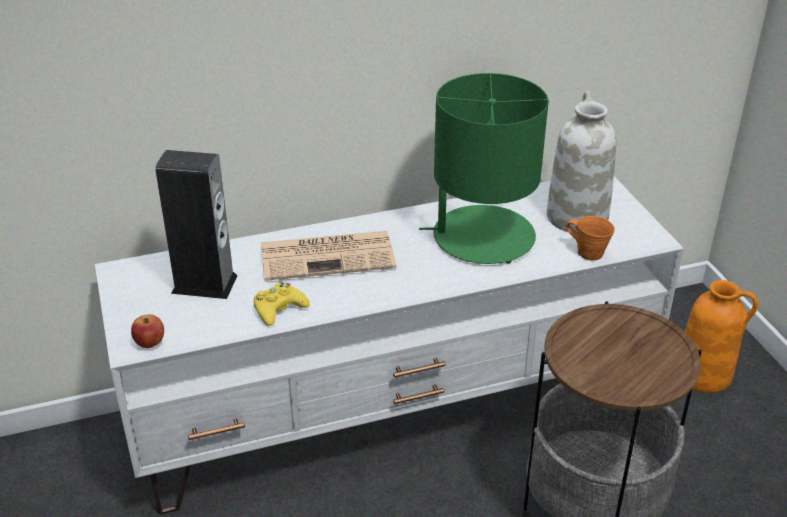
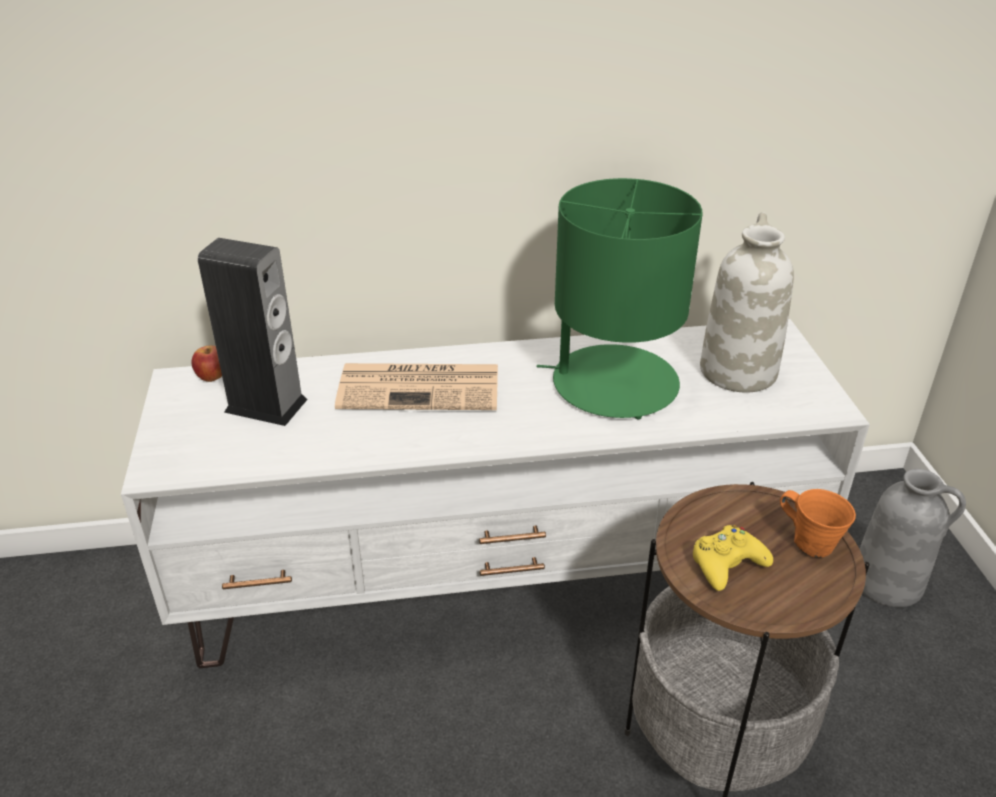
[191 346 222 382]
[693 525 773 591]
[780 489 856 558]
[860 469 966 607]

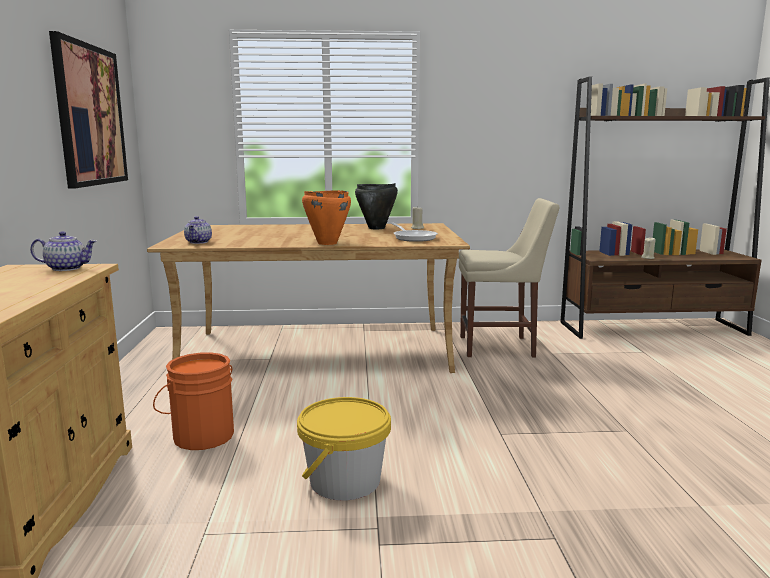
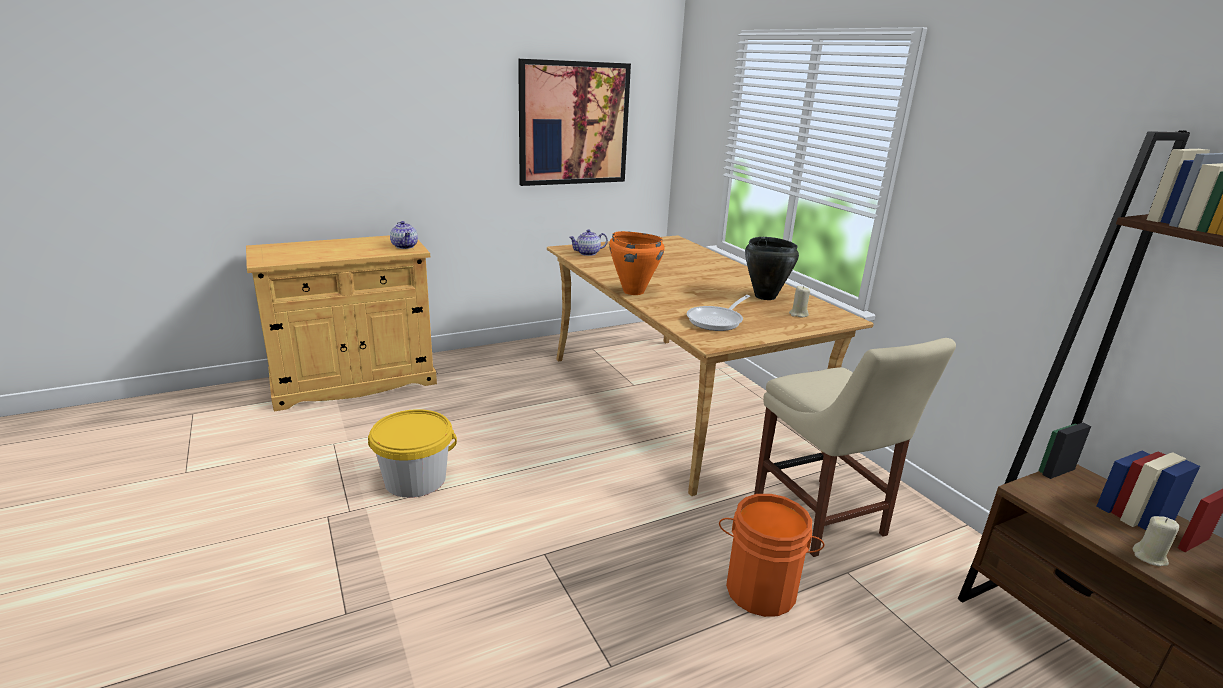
[719 494 825 617]

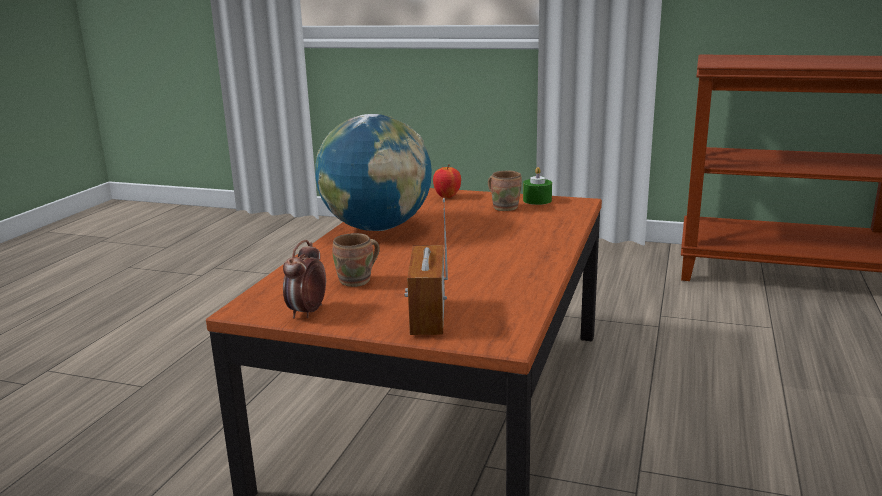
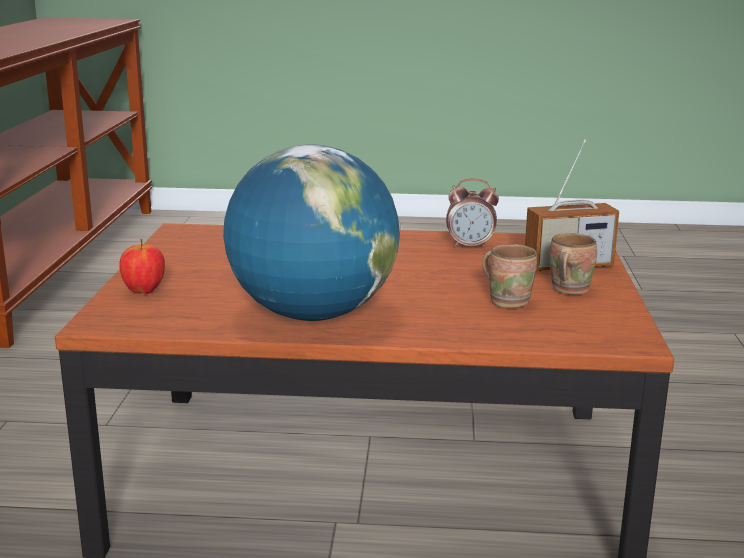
[523 167 552 205] (first image)
[446 179 499 249]
[549 234 597 295]

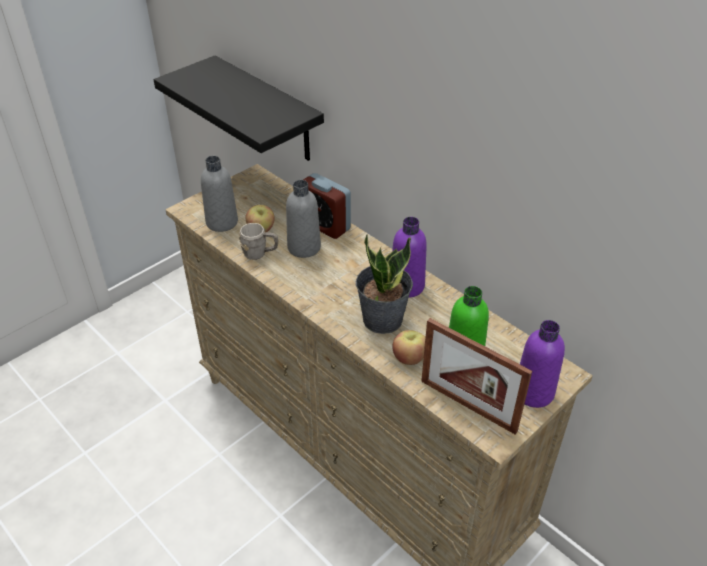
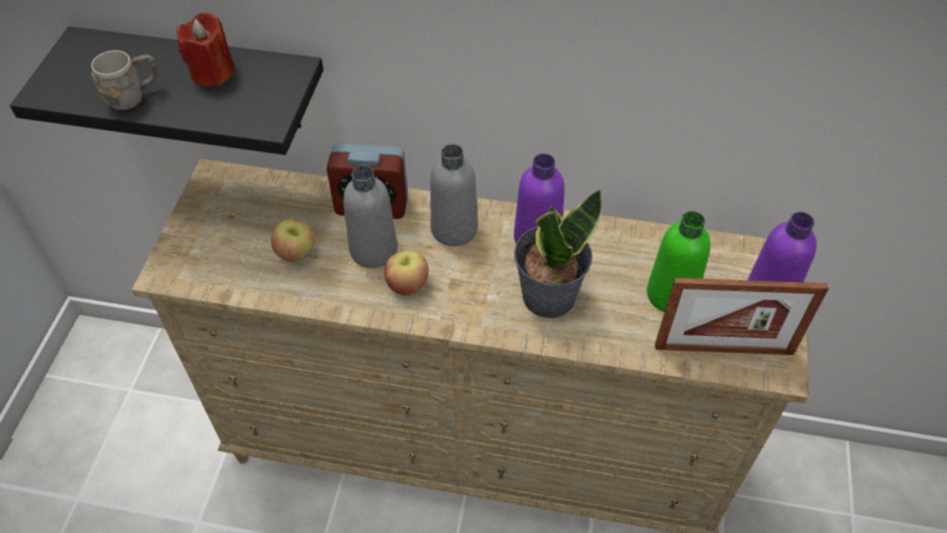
[177 13 234 87]
[430 144 478 246]
[91 50 159 110]
[384 251 429 295]

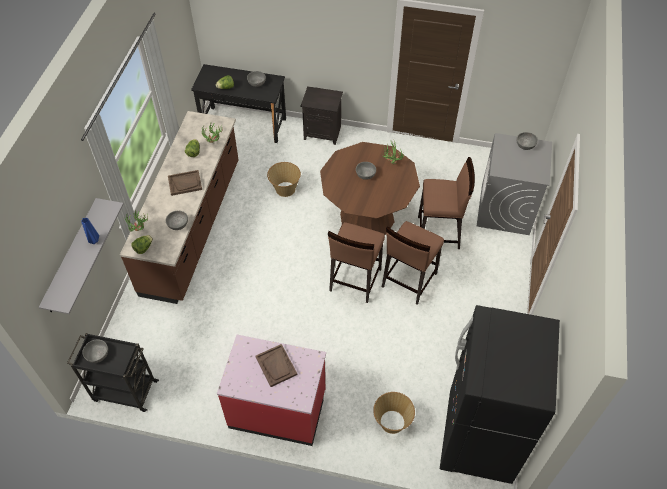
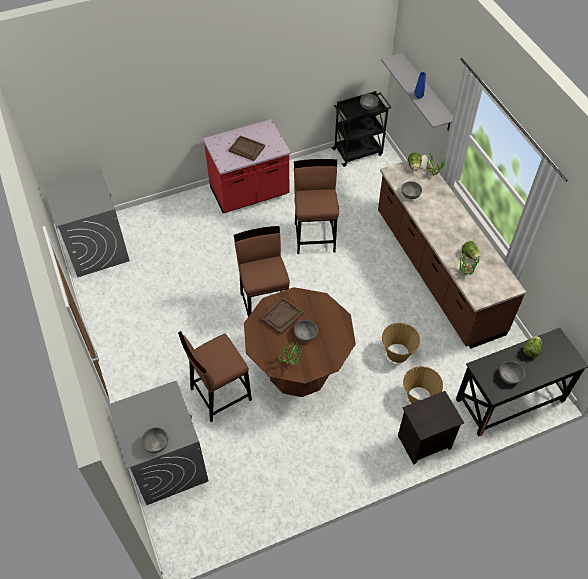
[261 297 303 335]
[403 366 443 404]
[294 159 339 254]
[43 169 130 277]

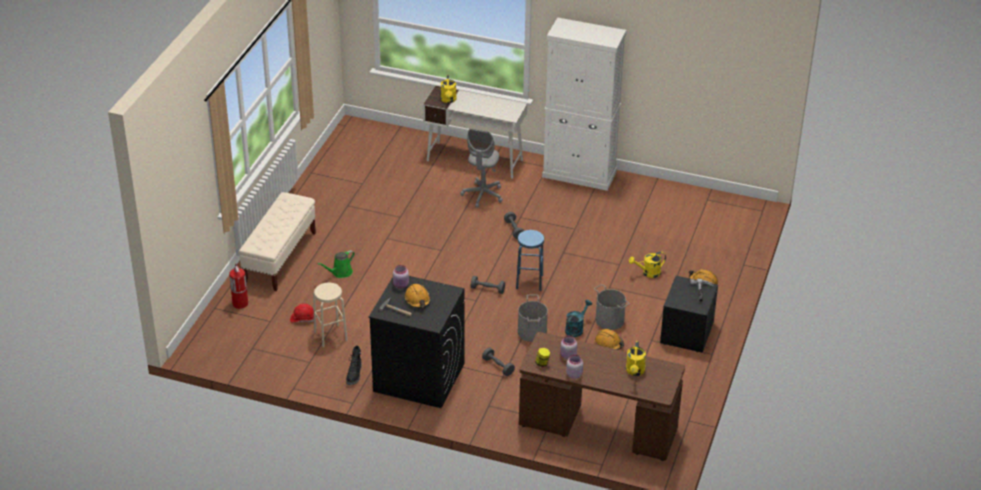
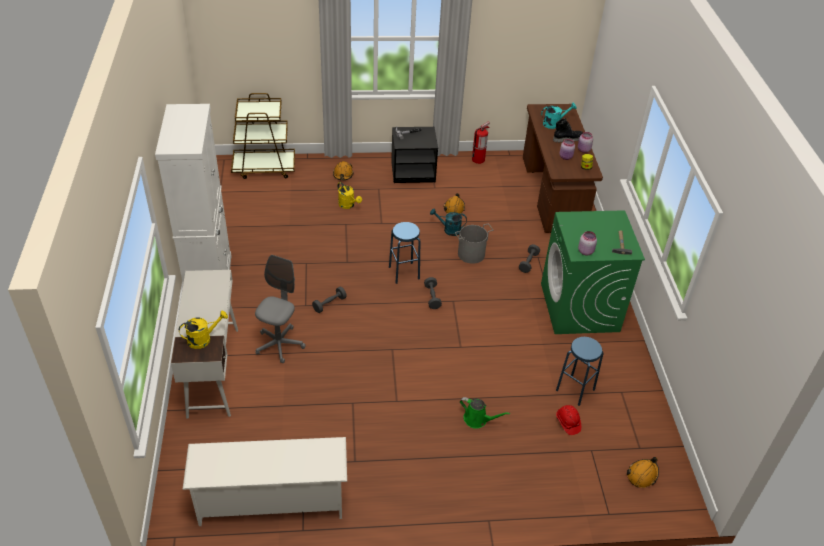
[239 192 316 291] (first image)
[594 284 630 330] (first image)
[182 437 347 526]
[231 93 295 179]
[472 122 490 164]
[553 118 583 143]
[627 457 659 488]
[556 337 604 406]
[541 210 645 334]
[541 103 577 129]
[255 255 306 364]

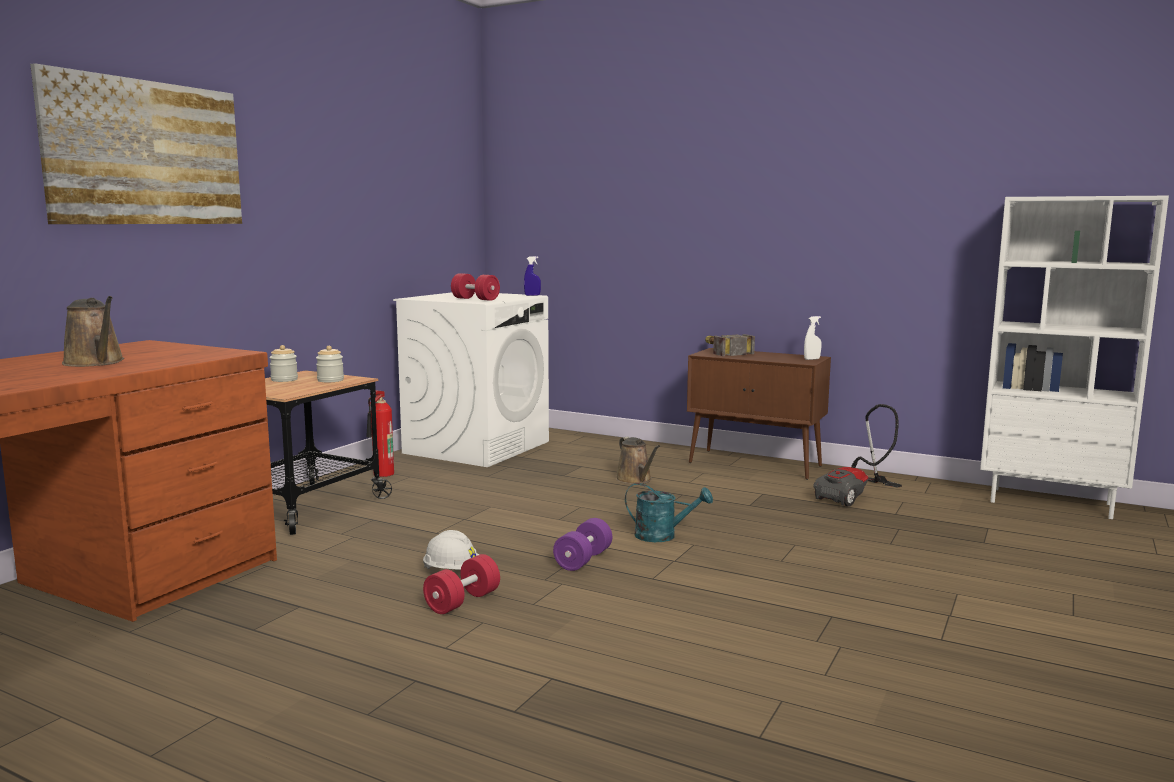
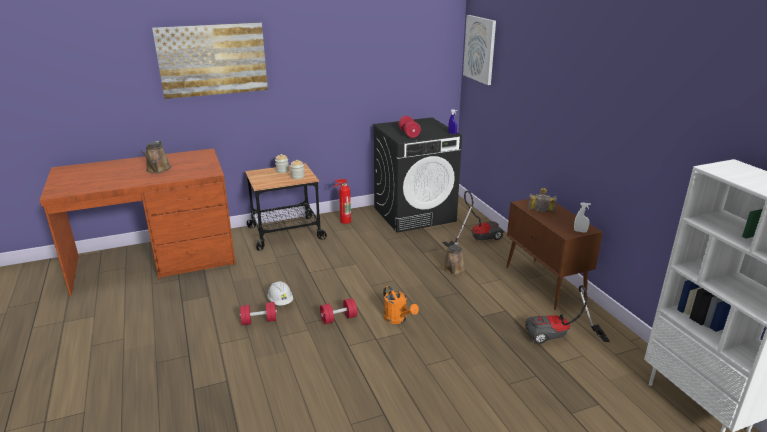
[443 190 504 247]
[463 15 496 85]
[373 117 462 233]
[320 298 357 324]
[383 286 419 324]

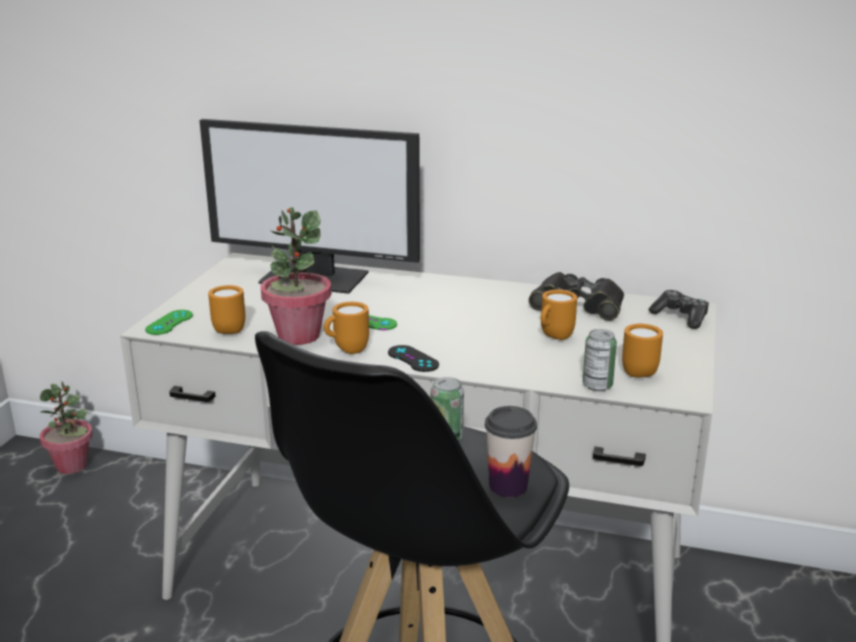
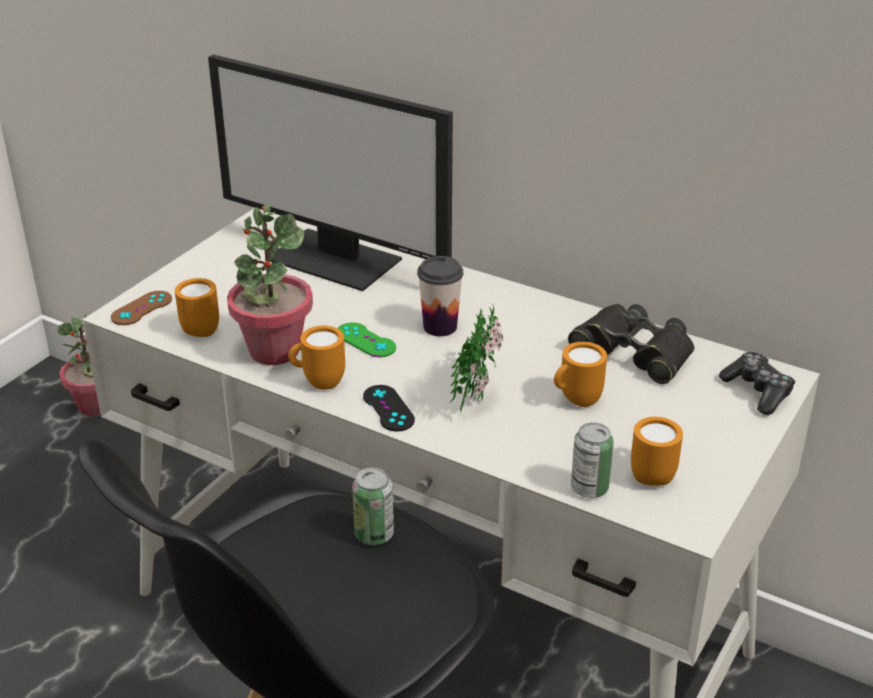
[450 304 503 414]
[417 256 463 336]
[111 291 172 325]

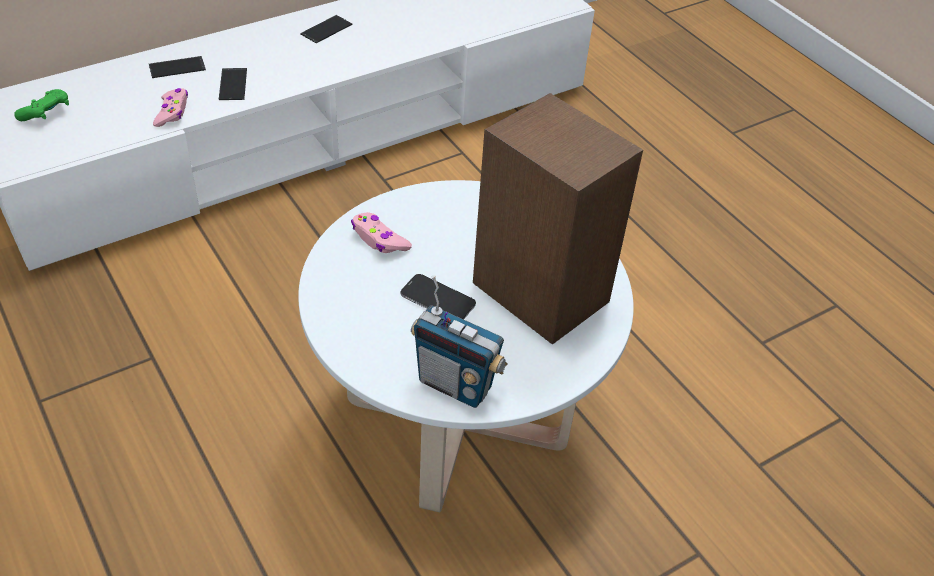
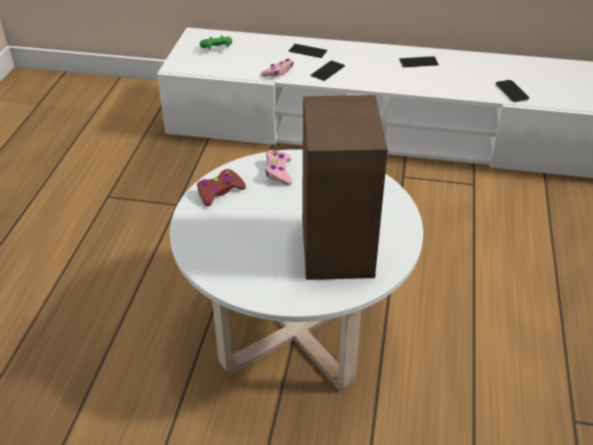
[411 275 508 408] (first image)
[197 169 246 206]
[495 80 529 102]

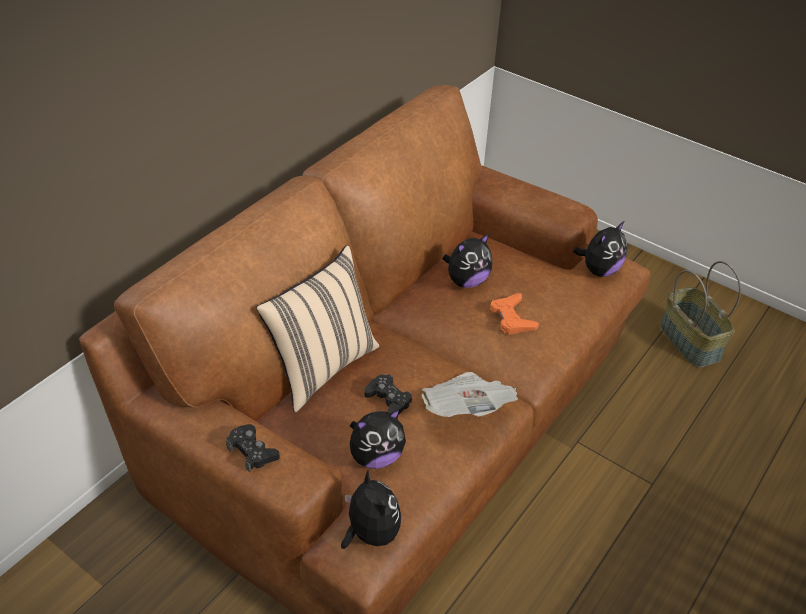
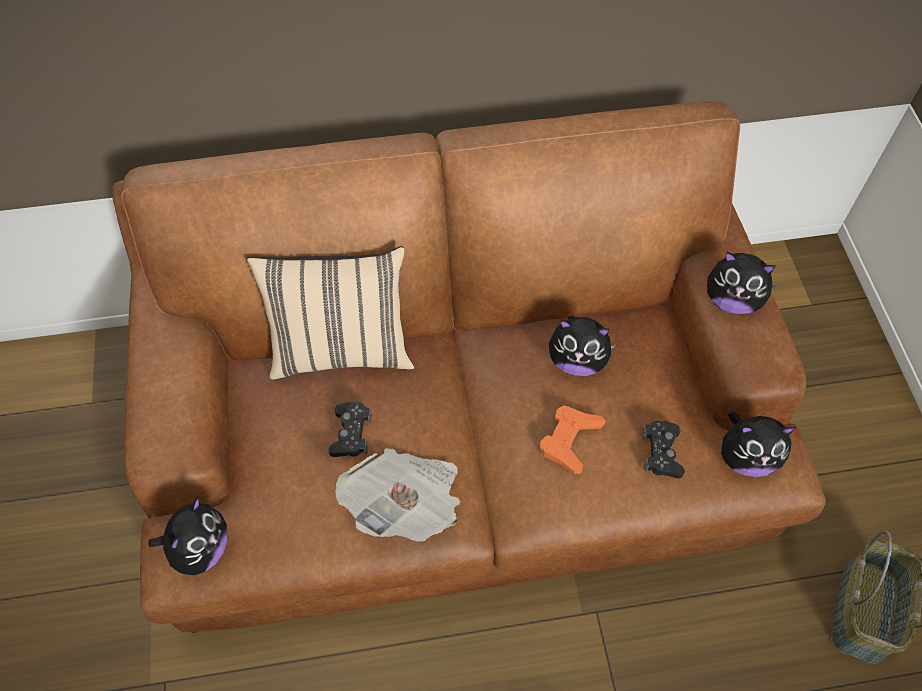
[642 420 685 478]
[707 252 778 315]

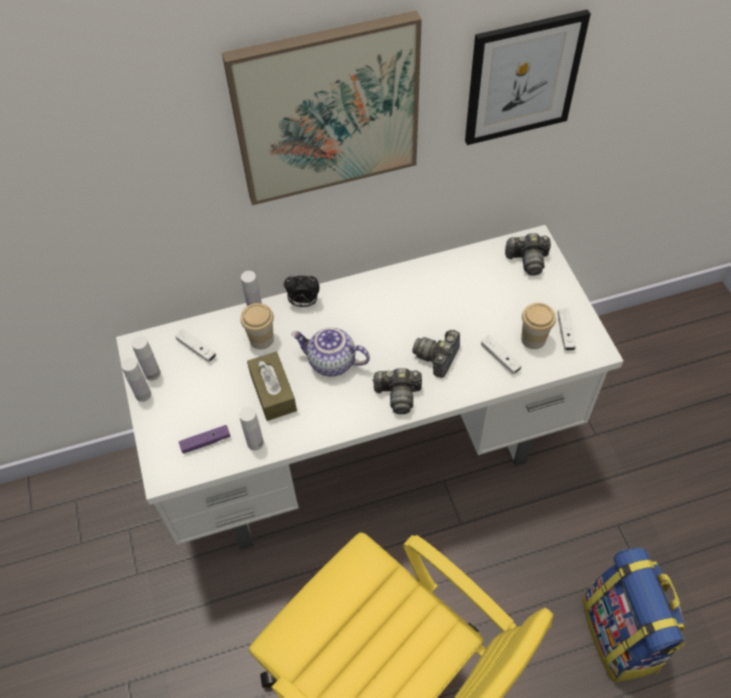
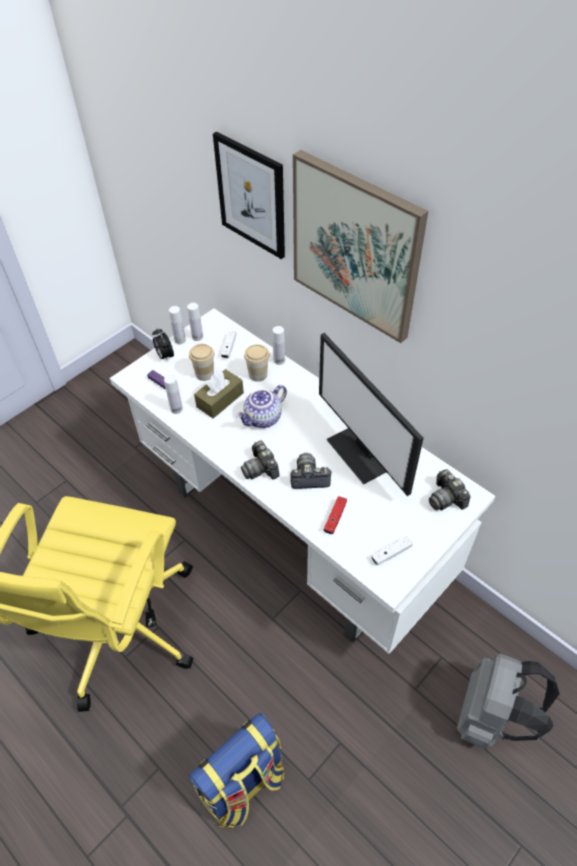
[319 333 423 496]
[457 654 560 750]
[152 328 174 362]
[213 132 285 259]
[189 344 214 381]
[323 496 347 534]
[236 385 287 428]

